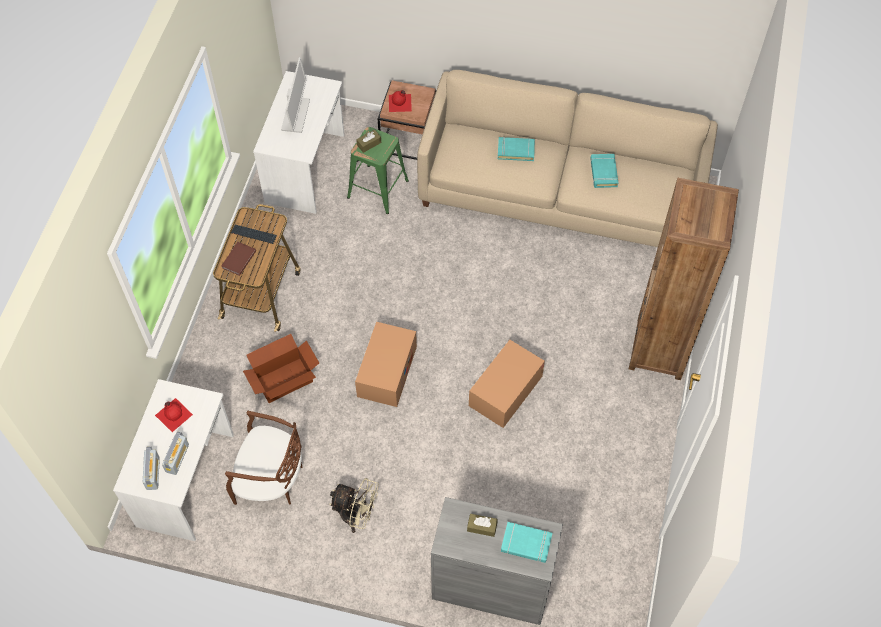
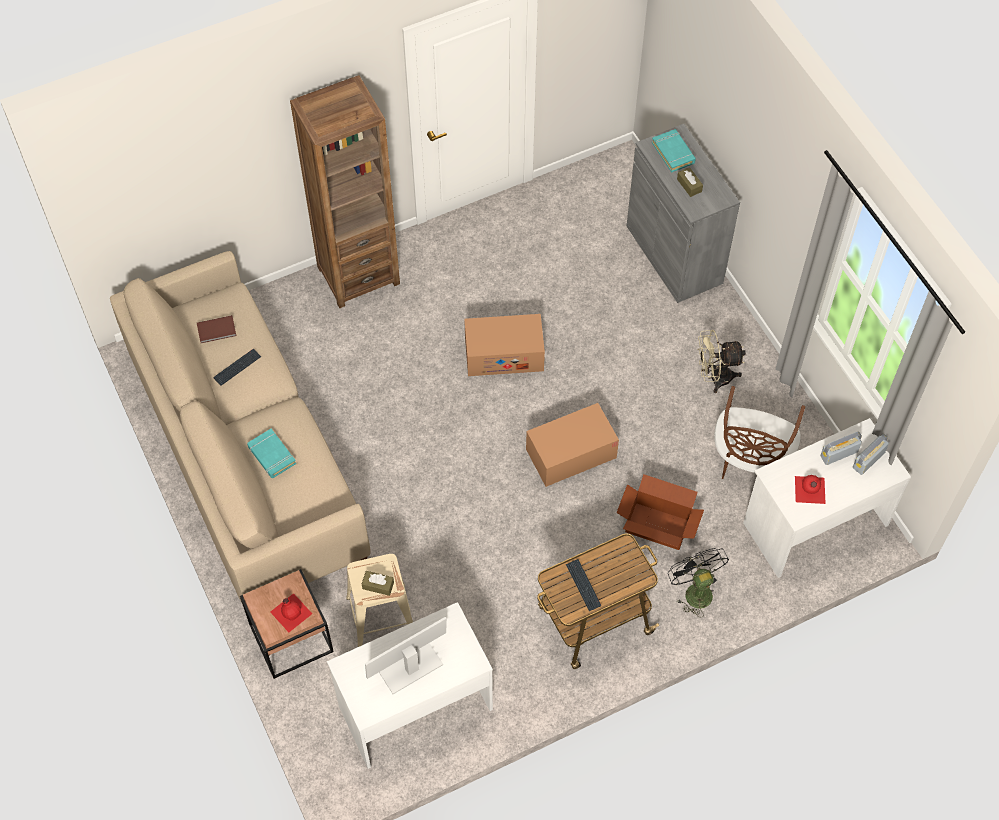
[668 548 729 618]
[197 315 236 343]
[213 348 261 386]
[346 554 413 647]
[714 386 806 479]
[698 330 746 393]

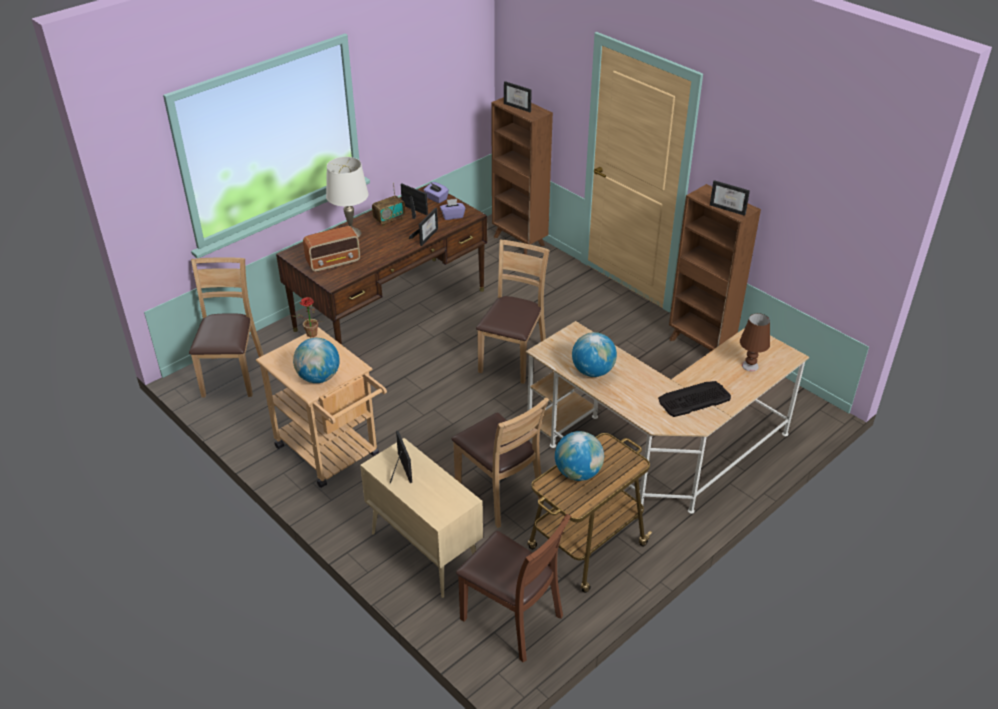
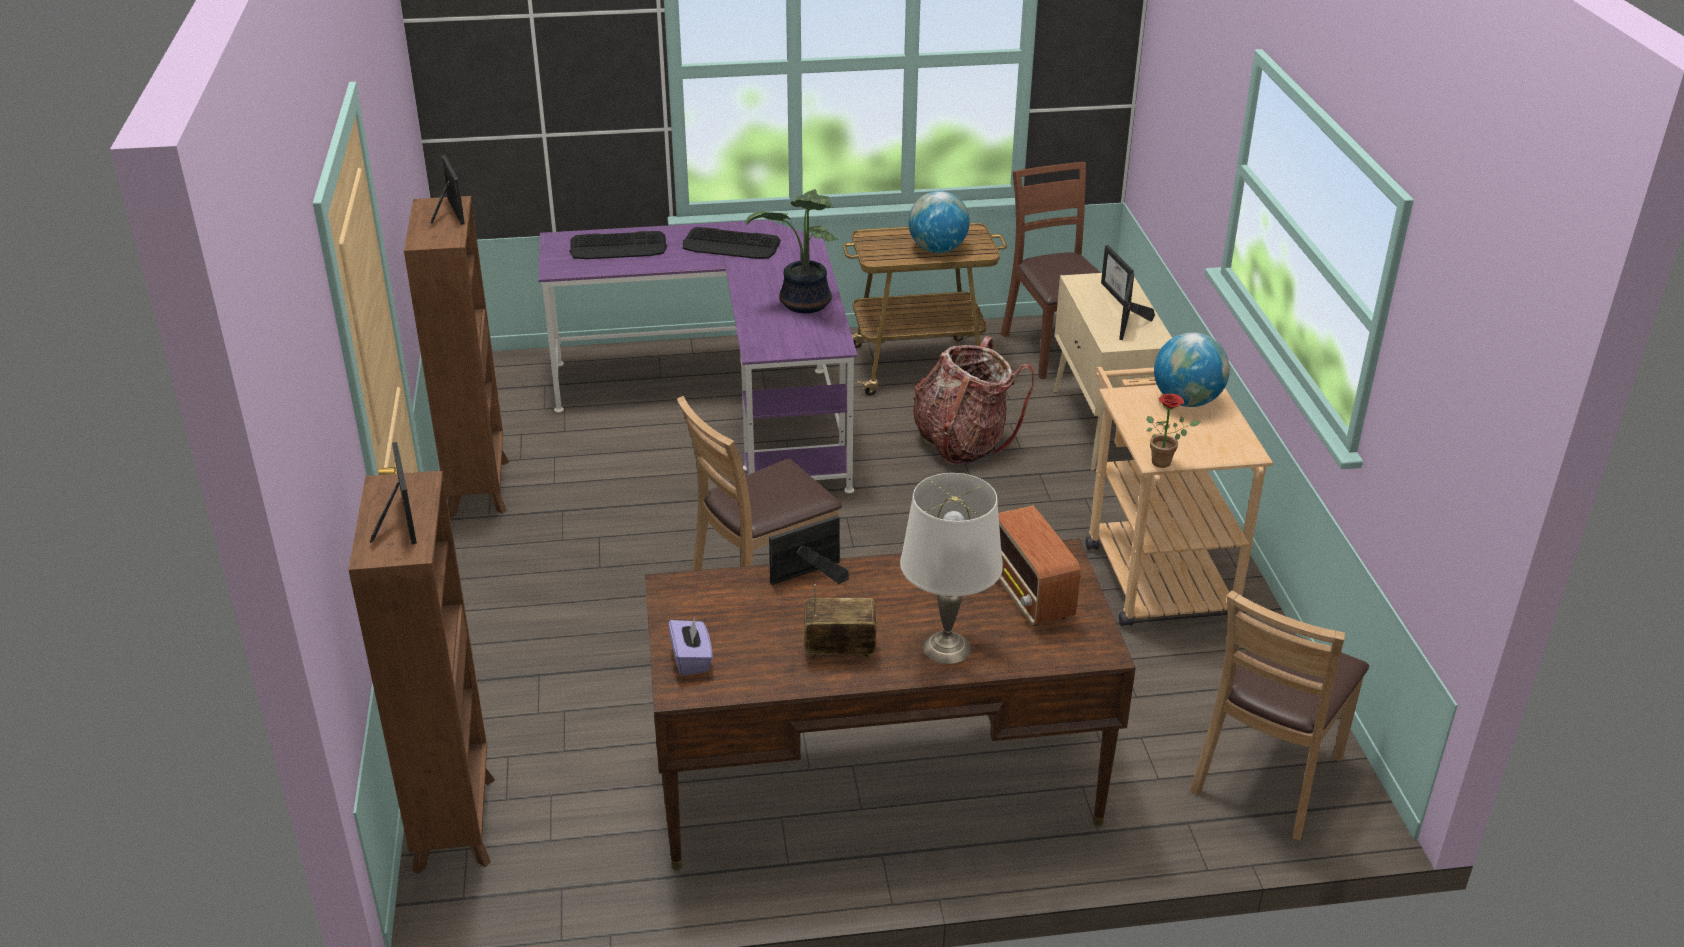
[440 199 465 220] (first image)
[1101 245 1134 305]
[913 336 1034 465]
[746 189 838 313]
[569 231 667 259]
[538 220 857 493]
[998 505 1080 626]

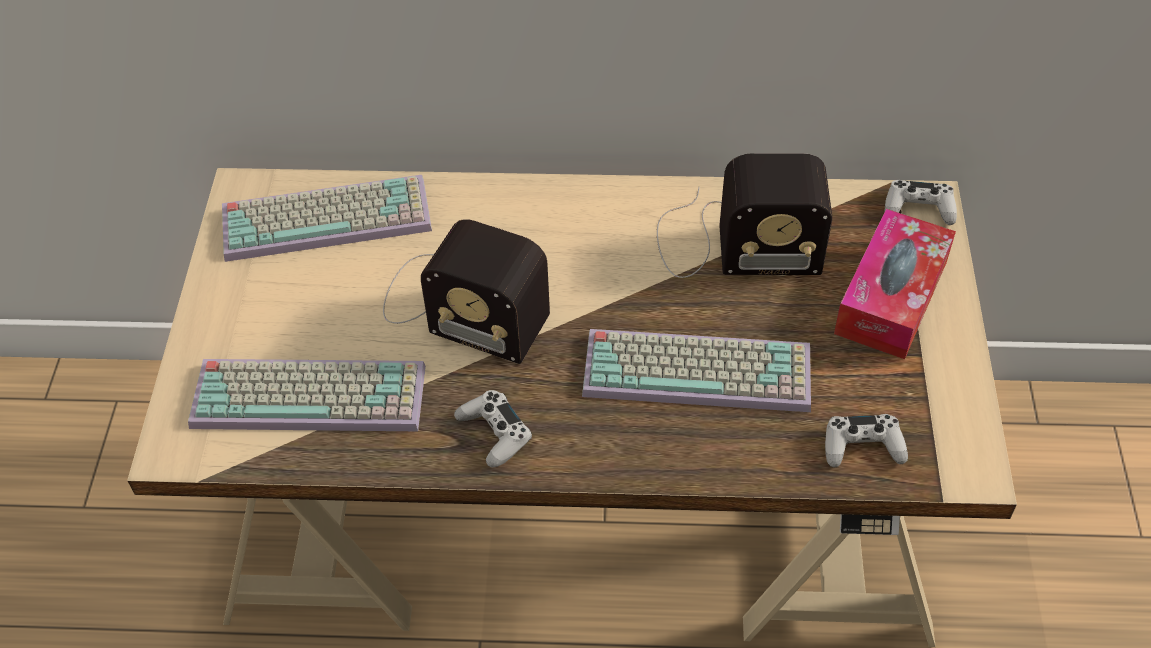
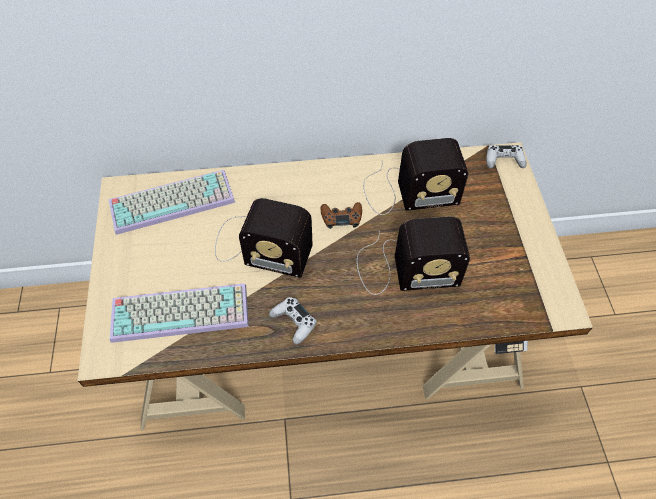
[825 414 908 467] (first image)
[834 209 956 359] (first image)
[320 202 362 229]
[357 217 470 295]

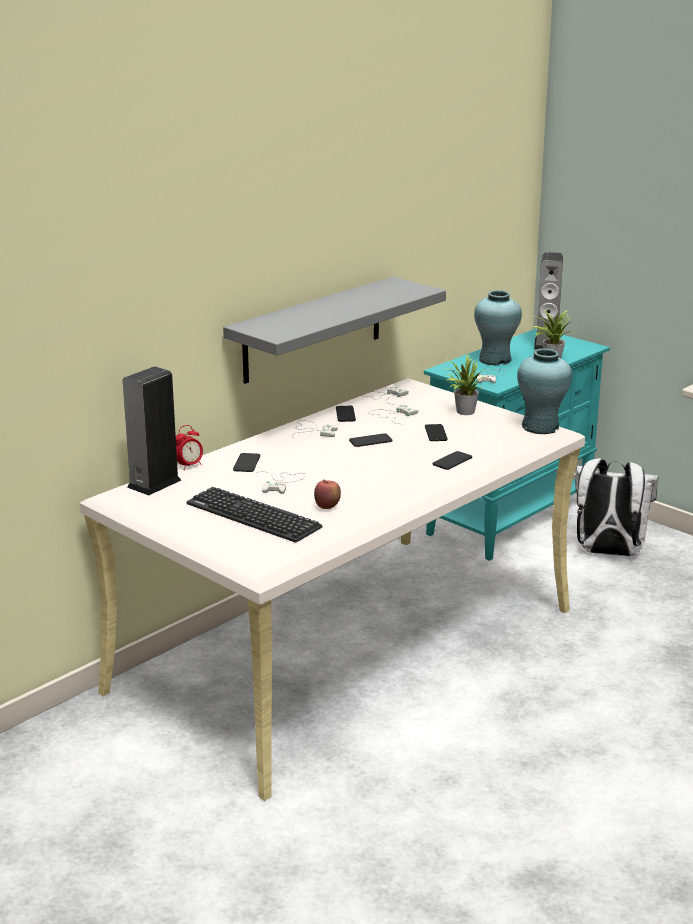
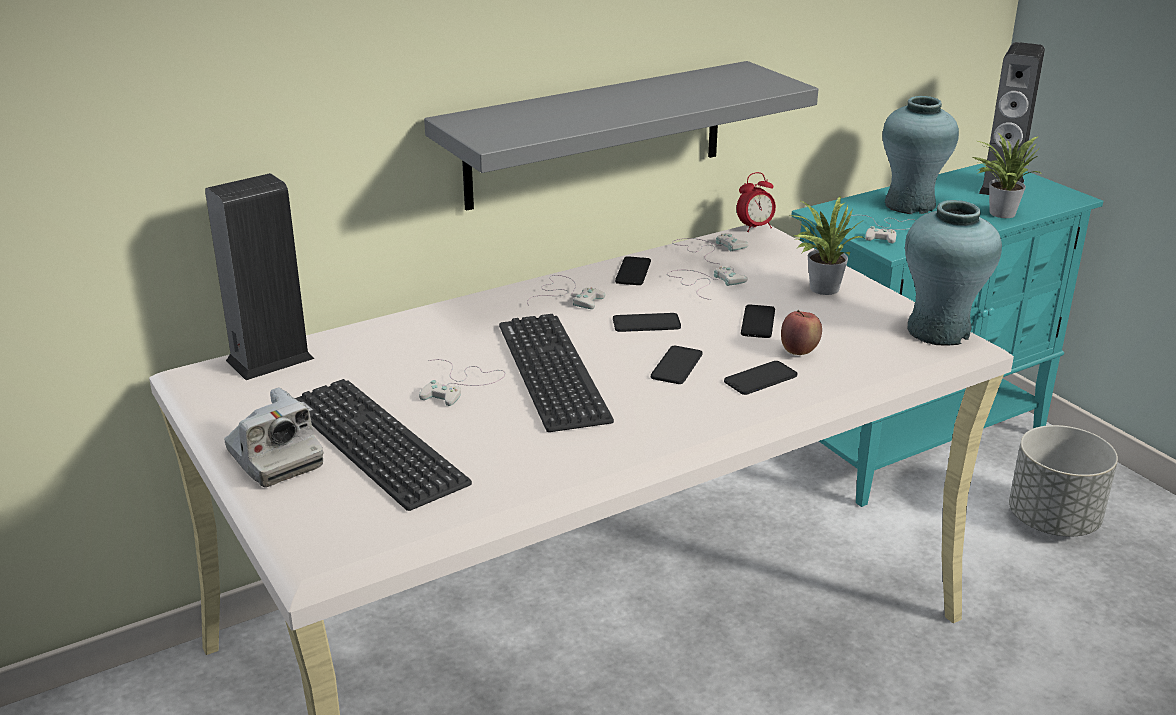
[224 387 323 487]
[499 314 614 432]
[737 172 776 232]
[651 346 703 384]
[781 310 822 355]
[1009 425 1118 536]

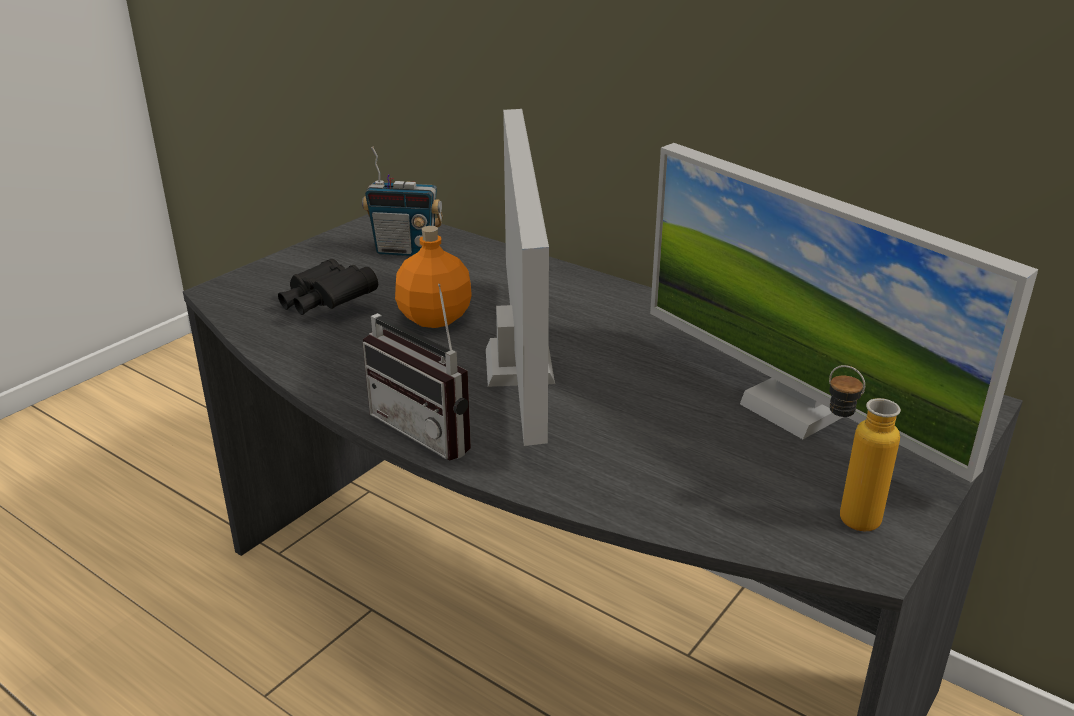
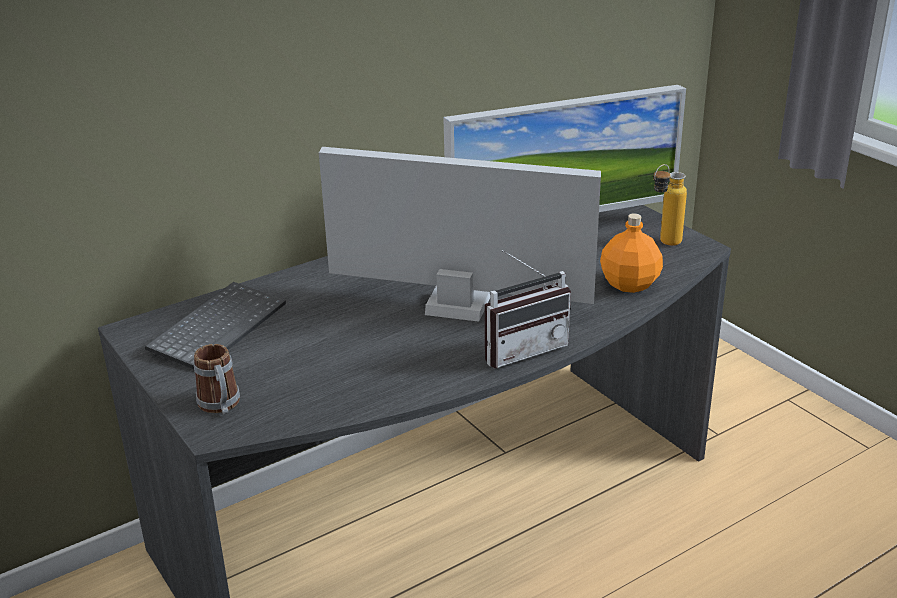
[278 259 378 315] (first image)
[193 344 240 414]
[600 213 663 293]
[145 282 286 369]

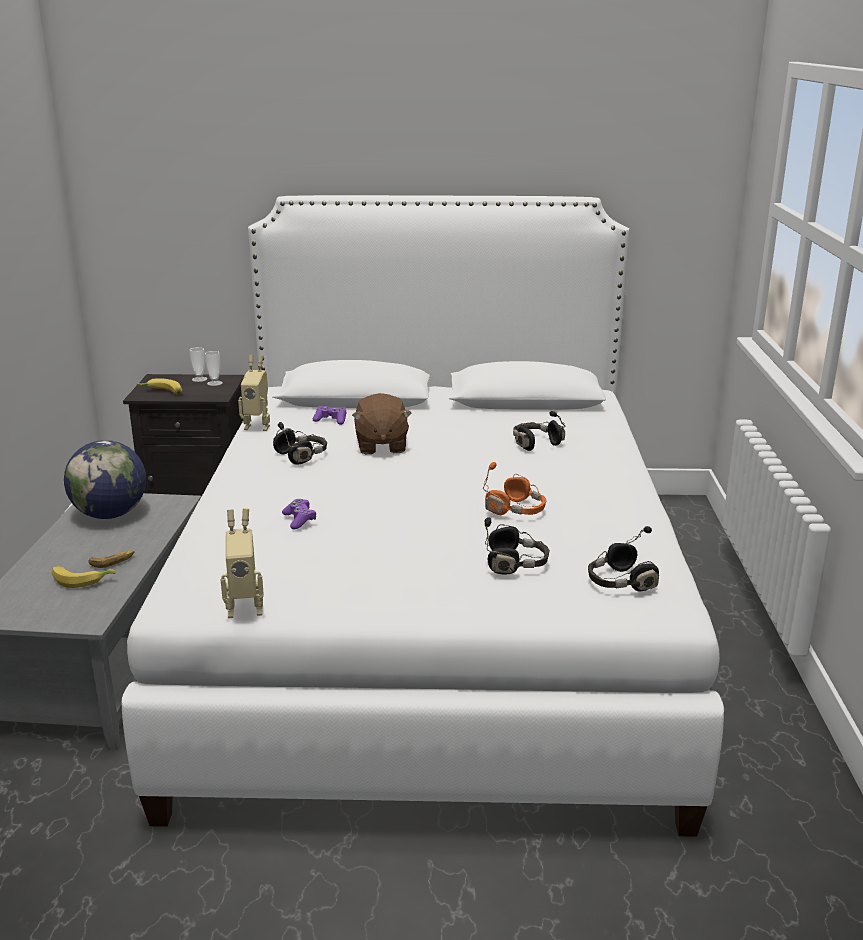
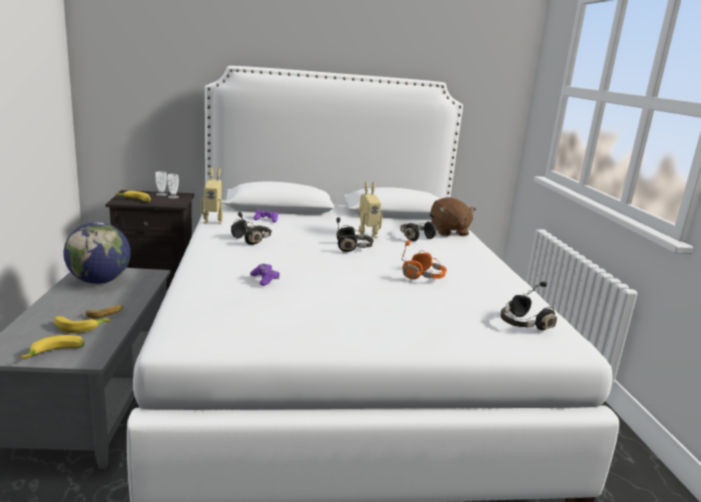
[20 335 85 359]
[359 182 382 238]
[431 197 476 236]
[336 217 374 252]

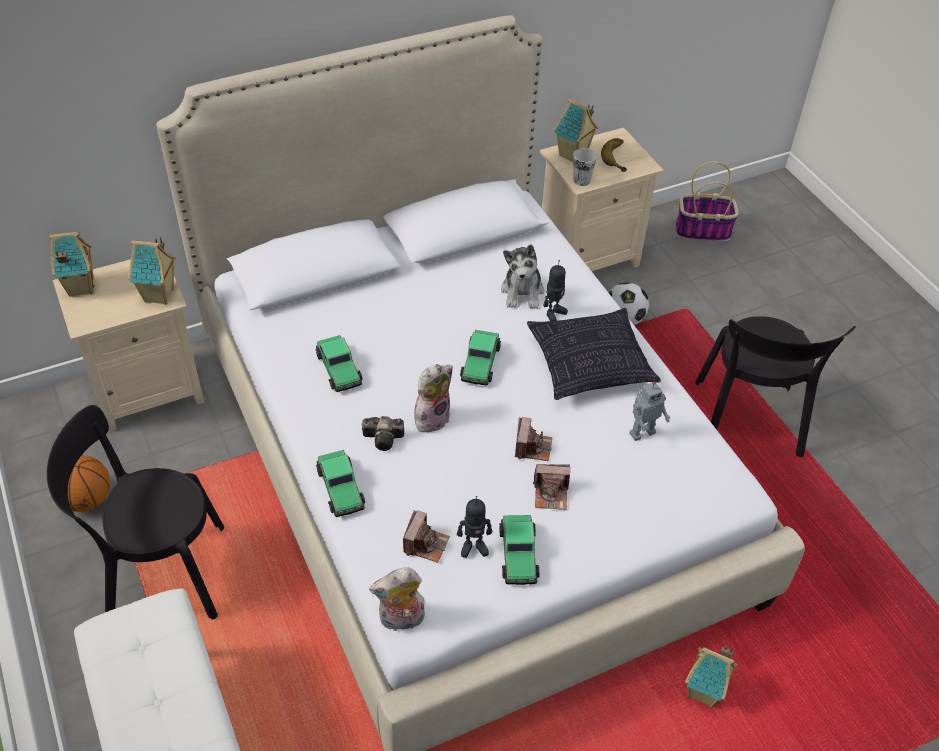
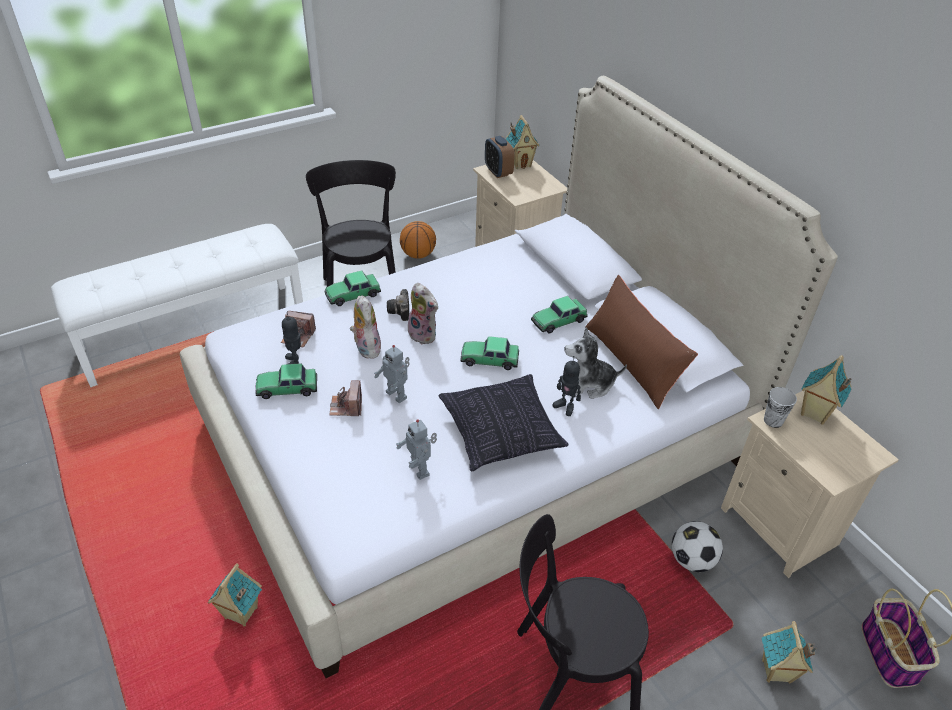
[601 138 627 172] (first image)
[485 136 515 178]
[585 275 698 409]
[762 621 817 684]
[531 296 588 333]
[350 296 381 359]
[374 345 410 403]

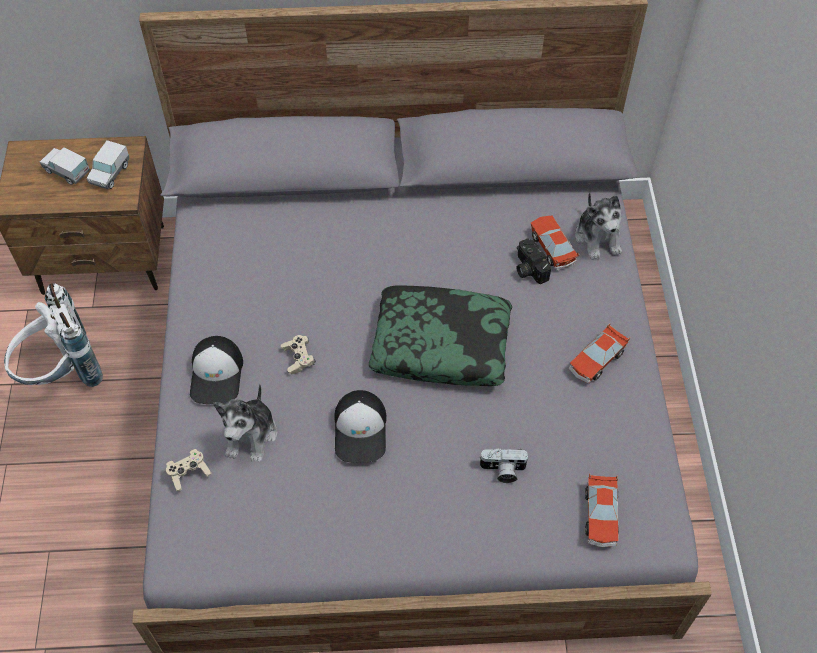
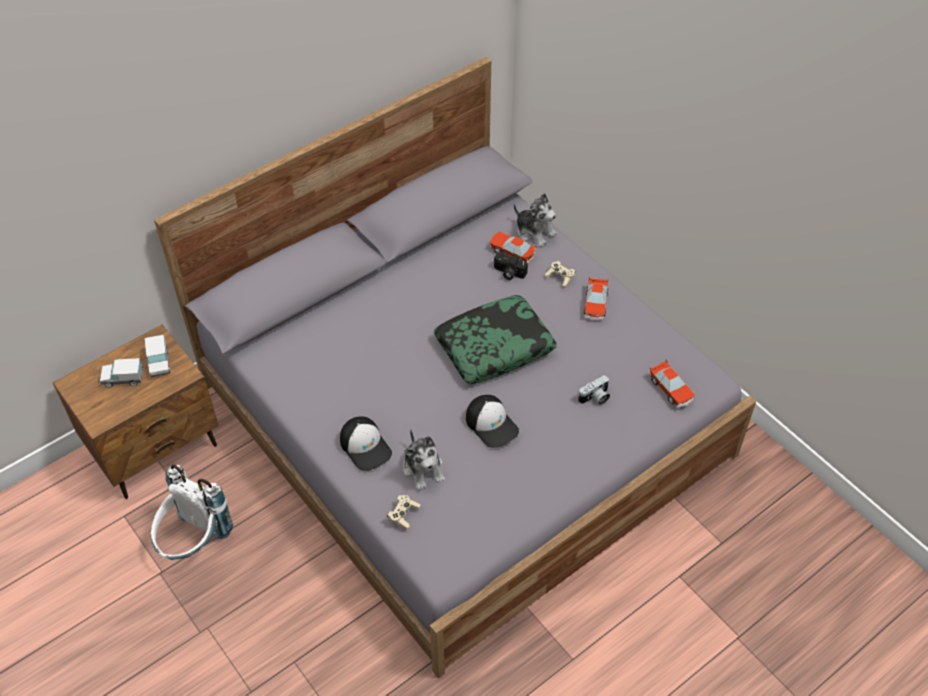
[545 261 575 288]

